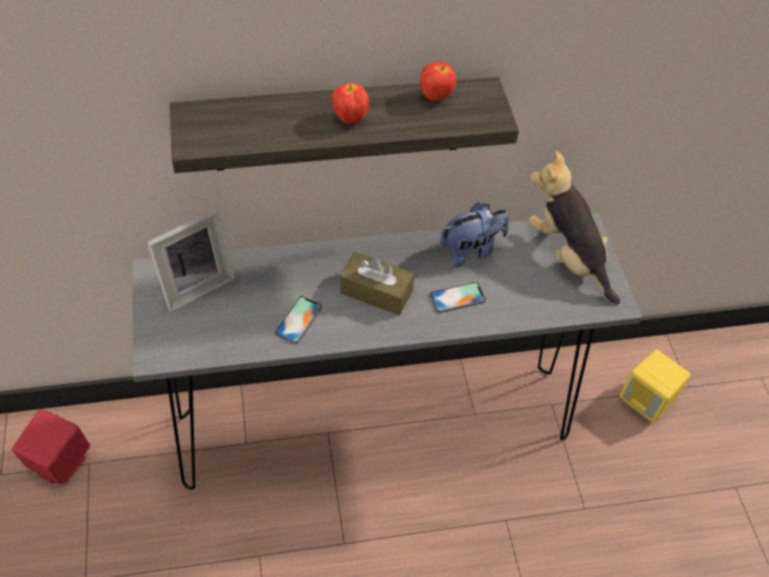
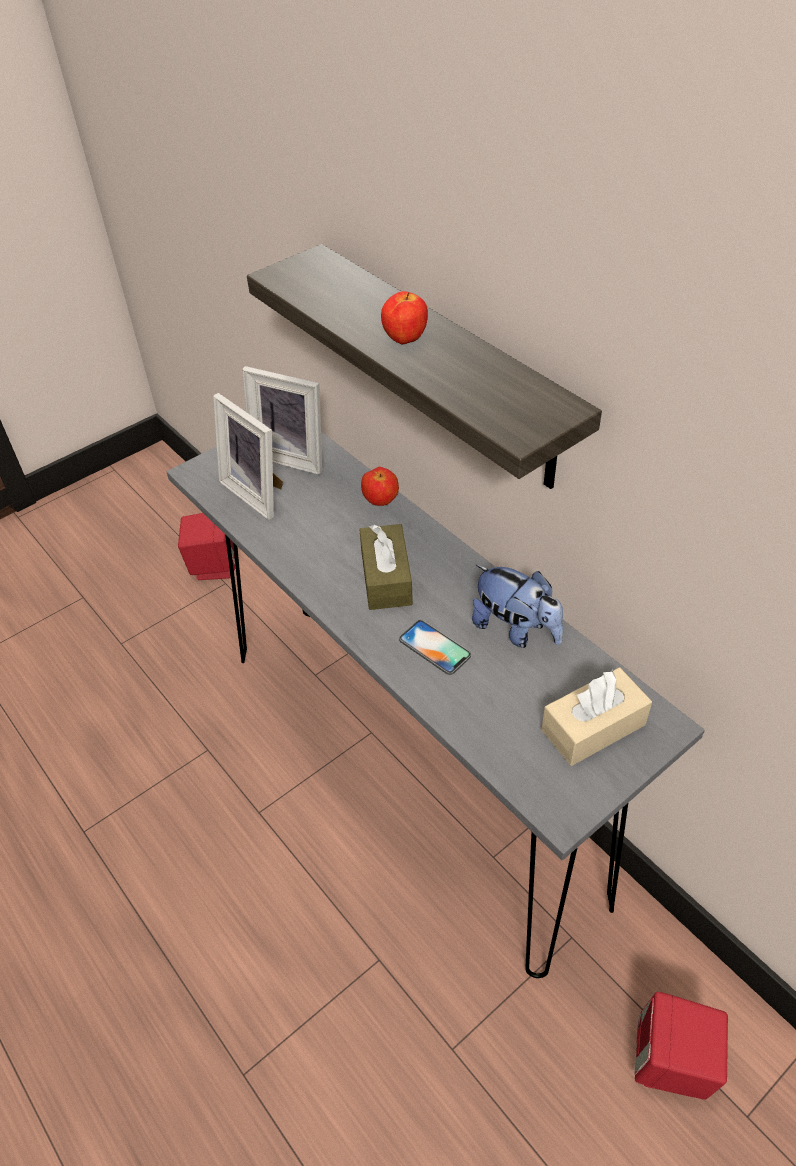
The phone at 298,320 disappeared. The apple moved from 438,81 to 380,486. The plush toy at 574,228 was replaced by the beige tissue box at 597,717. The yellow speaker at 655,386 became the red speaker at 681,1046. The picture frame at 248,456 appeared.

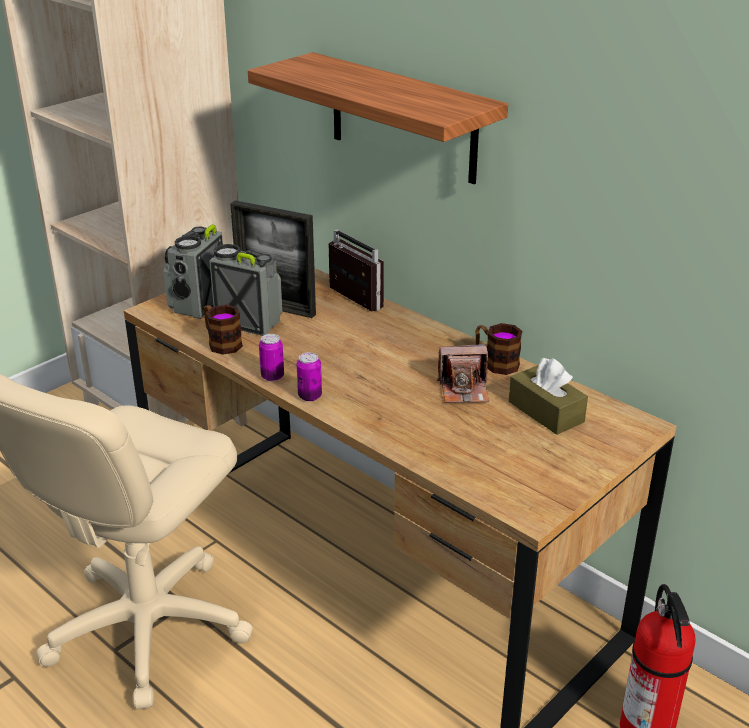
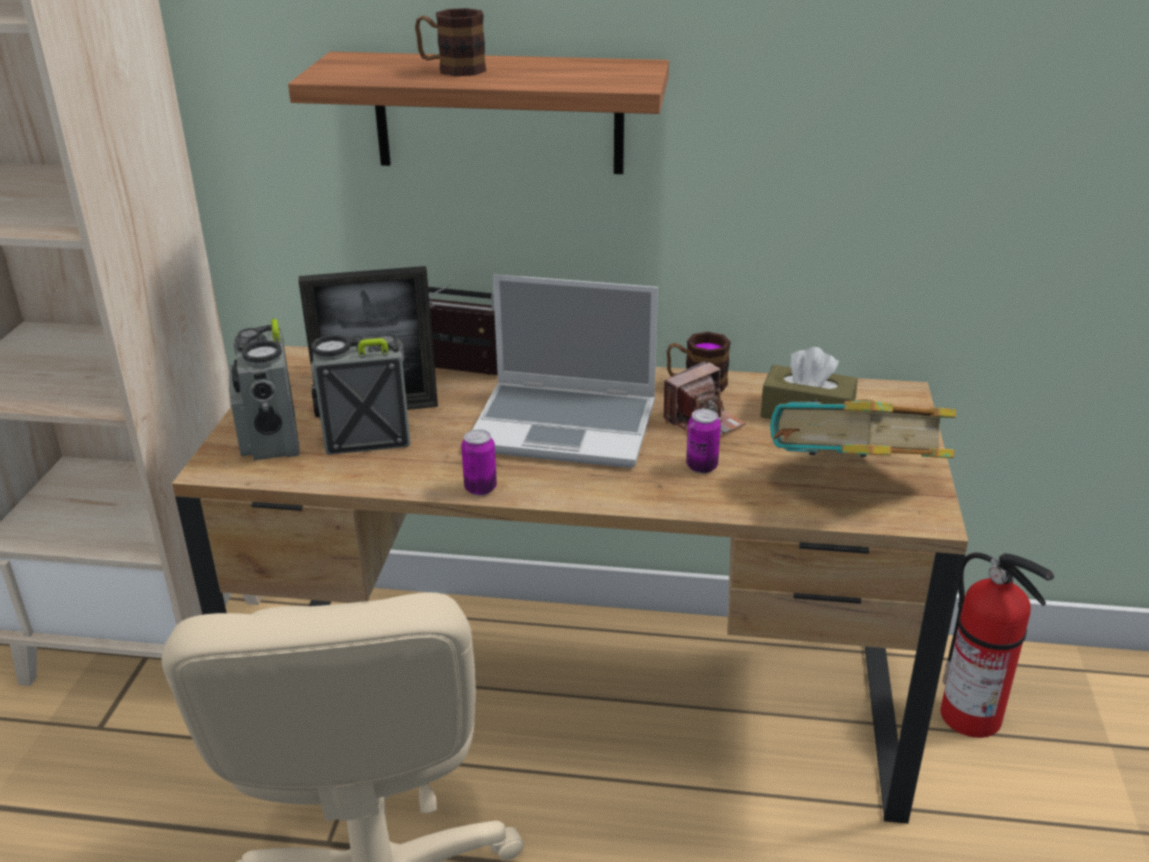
The mug moved from 223,330 to 450,42. The can moved from 309,376 to 703,441. The laptop at 565,371 appeared. The book at 863,428 appeared.

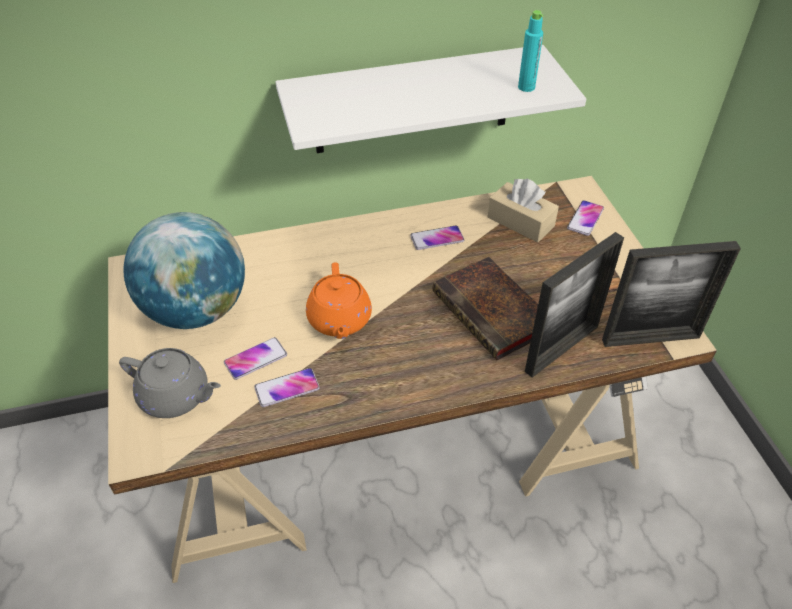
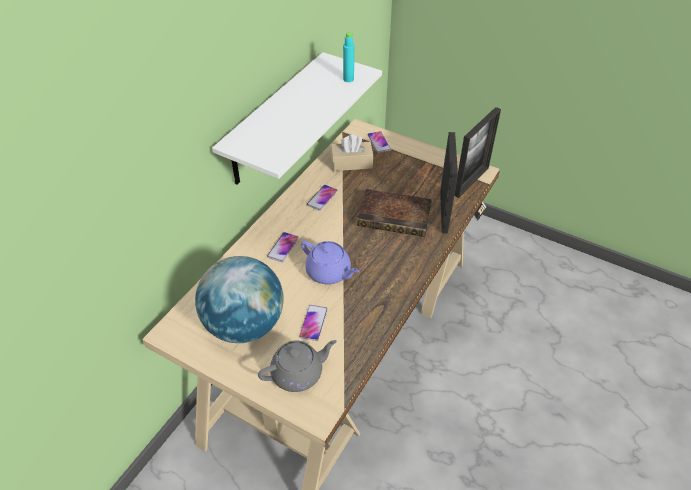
The phone moved from 287,387 to 283,247. The orange teapot at 339,300 became the purple teapot at 330,262.

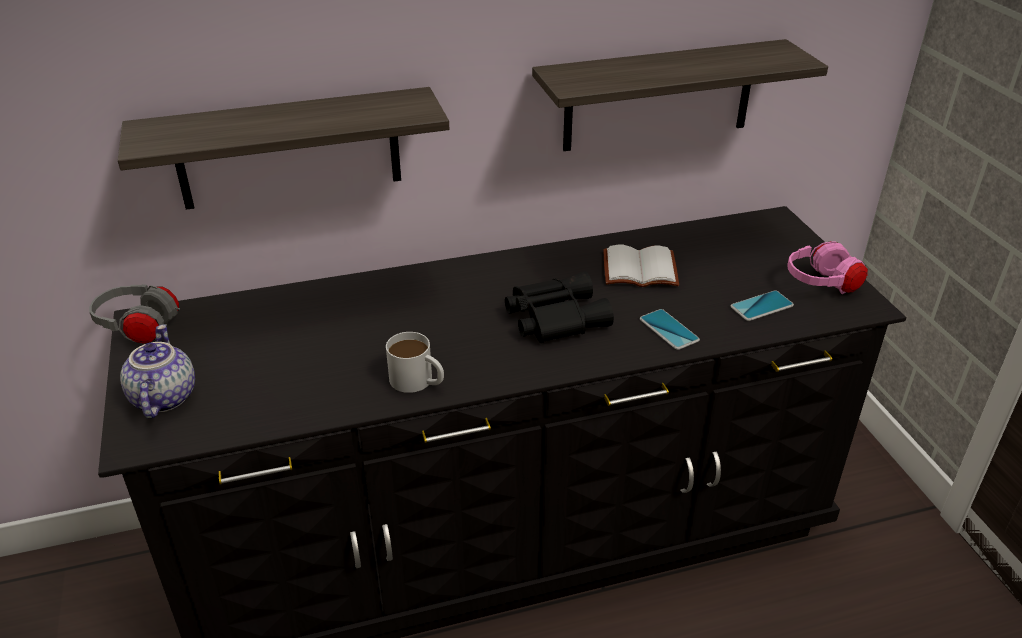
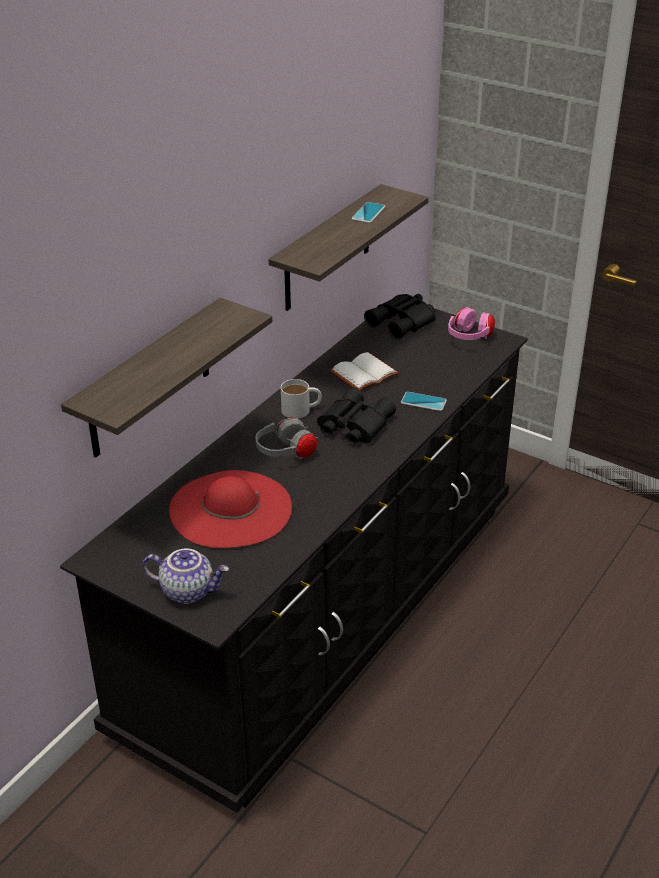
The grey headphones moved from 134,313 to 286,438. The teapot at 157,372 turned 150 degrees clockwise. The white mug moved from 415,362 to 301,399. The phone moved from 762,305 to 368,212. The red hat at 230,509 appeared. The black binoculars at 400,317 appeared.

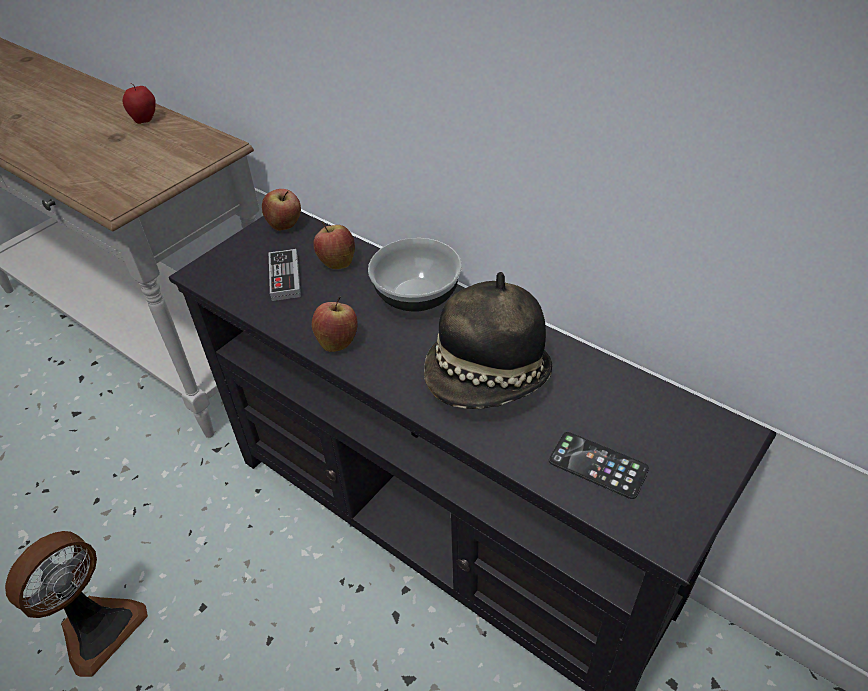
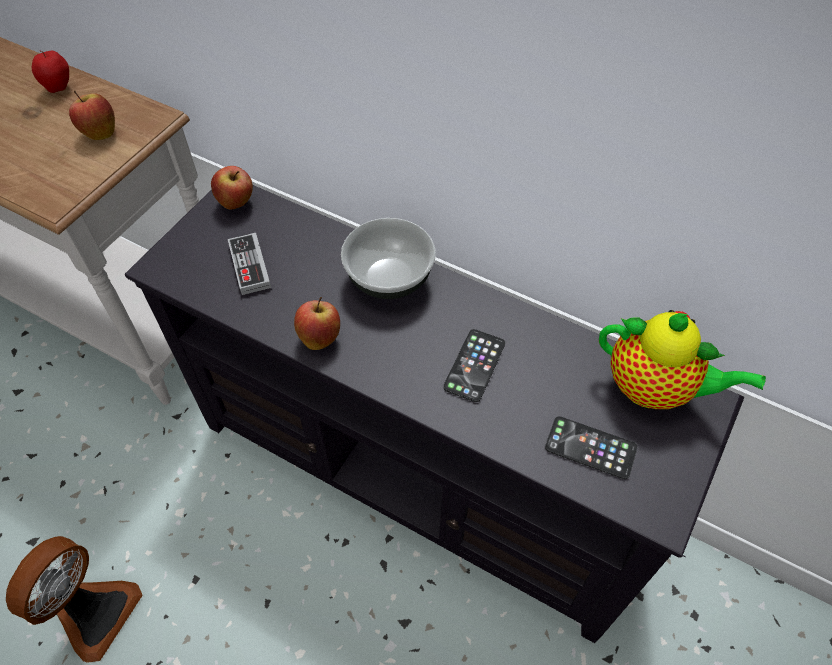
The apple moved from 334,245 to 92,115. The hat at 488,340 was replaced by the phone at 474,365. The teapot at 682,359 appeared.

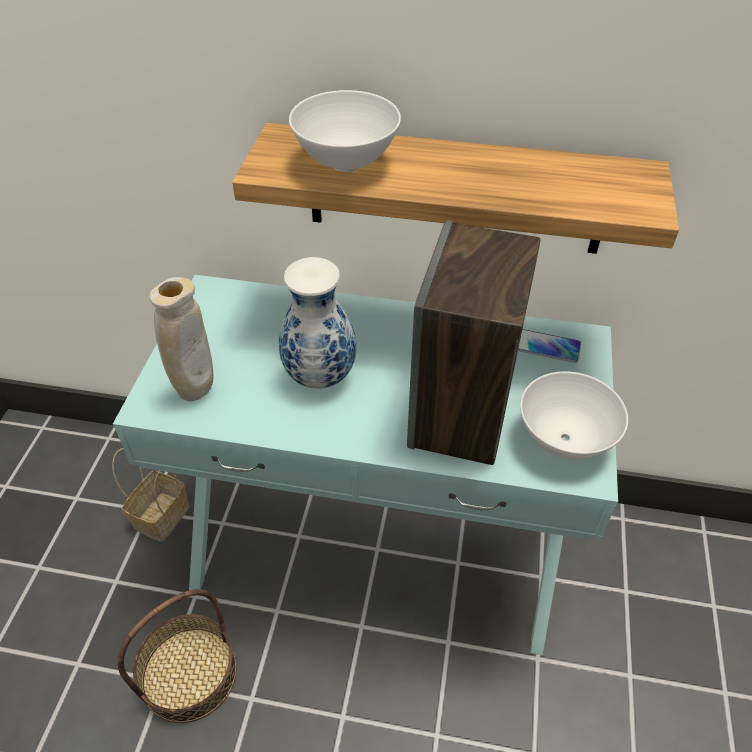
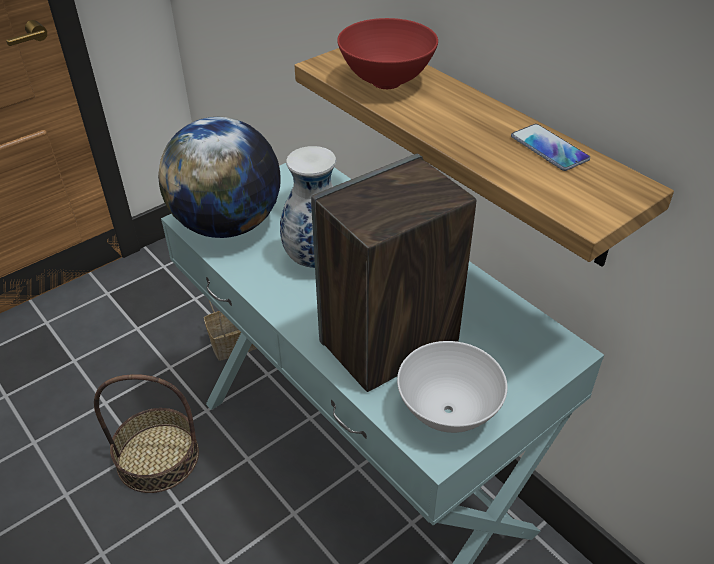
The beige vase at 181,339 was replaced by the globe at 219,177. The white bowl at 345,131 became the red bowl at 387,53. The phone moved from 549,346 to 550,147.

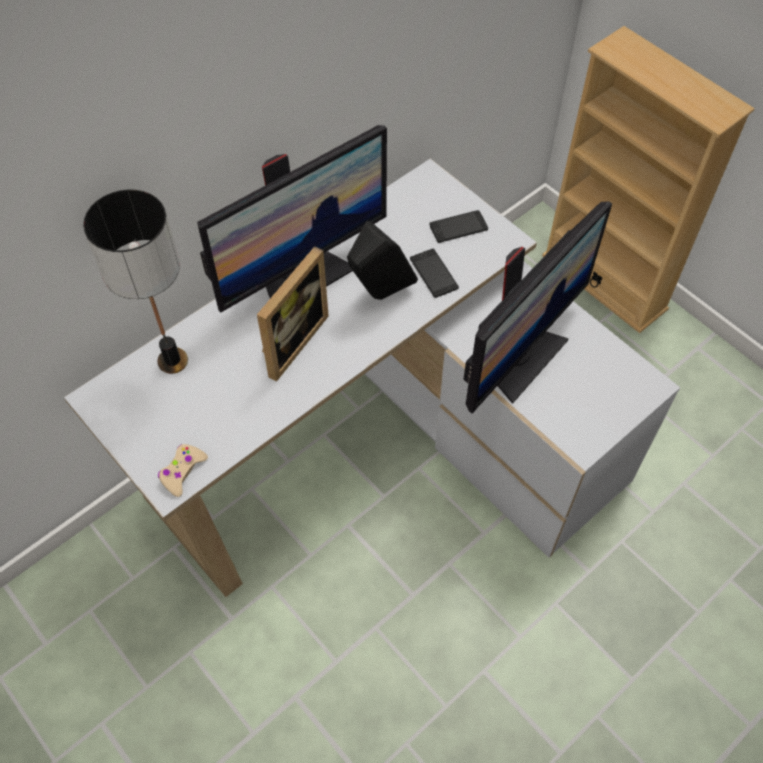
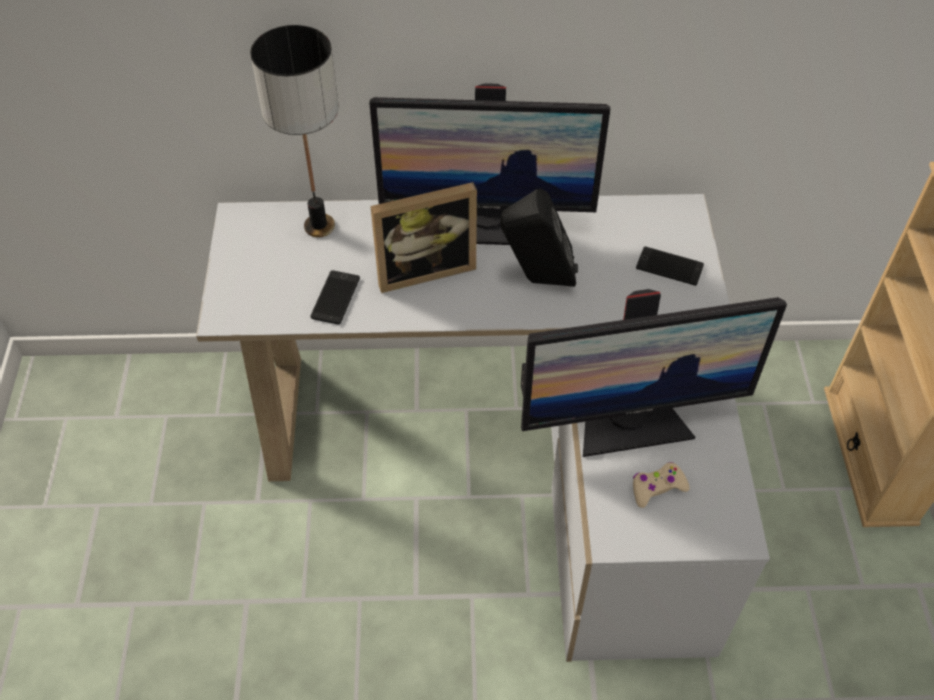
The beige game controller moved from 183,470 to 661,485. The phone moved from 434,273 to 335,297.

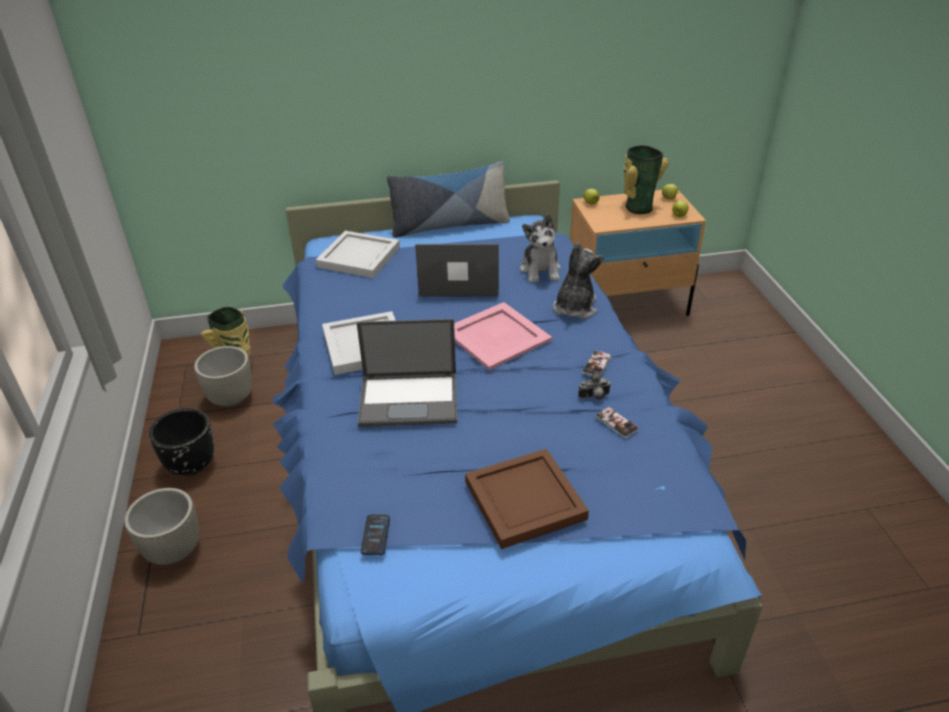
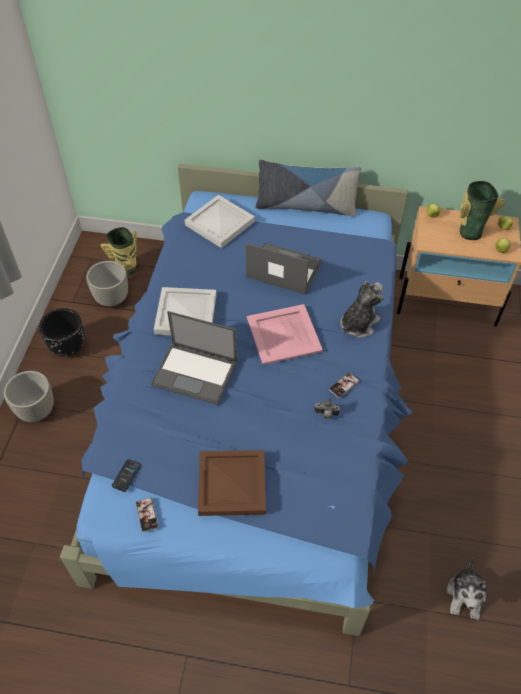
The plush toy moved from 540,248 to 467,588. The phone moved from 617,422 to 147,515.

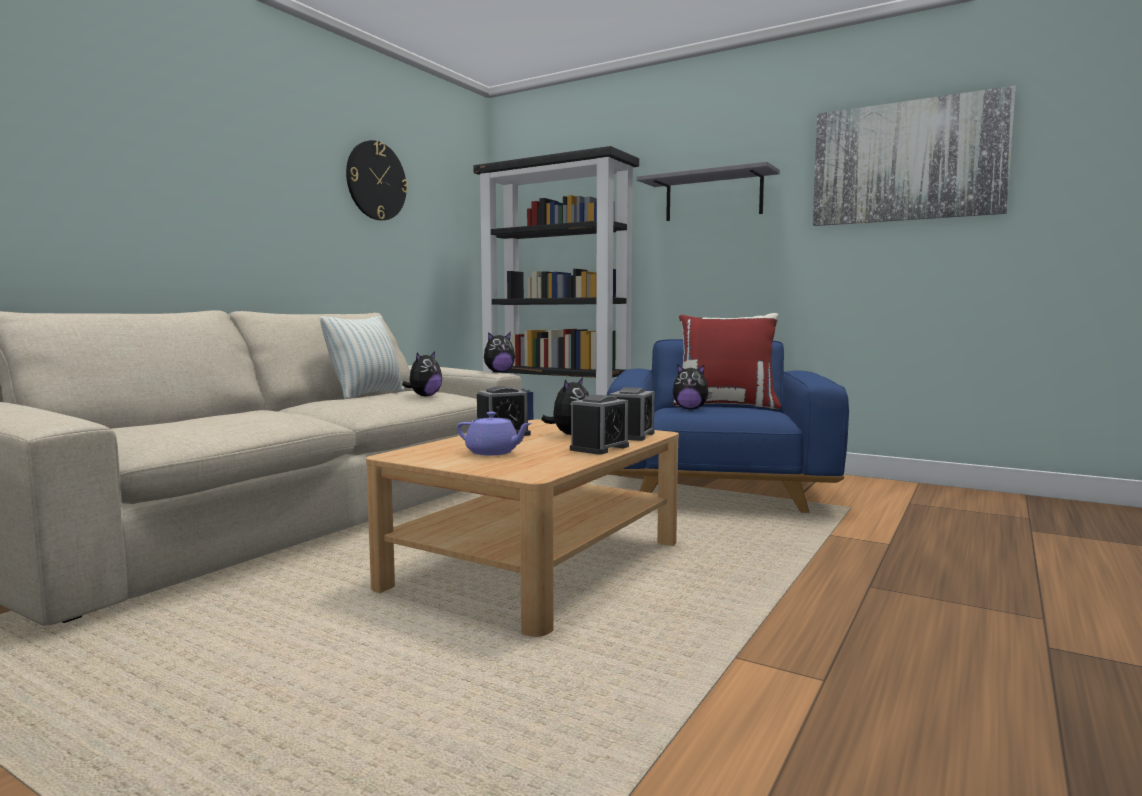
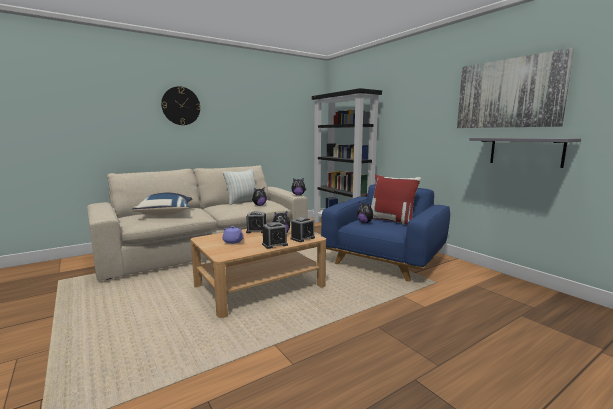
The wall clock moved from 377,180 to 180,105. The grey shelf moved from 708,191 to 525,153. The blue pillow at 162,204 appeared.

